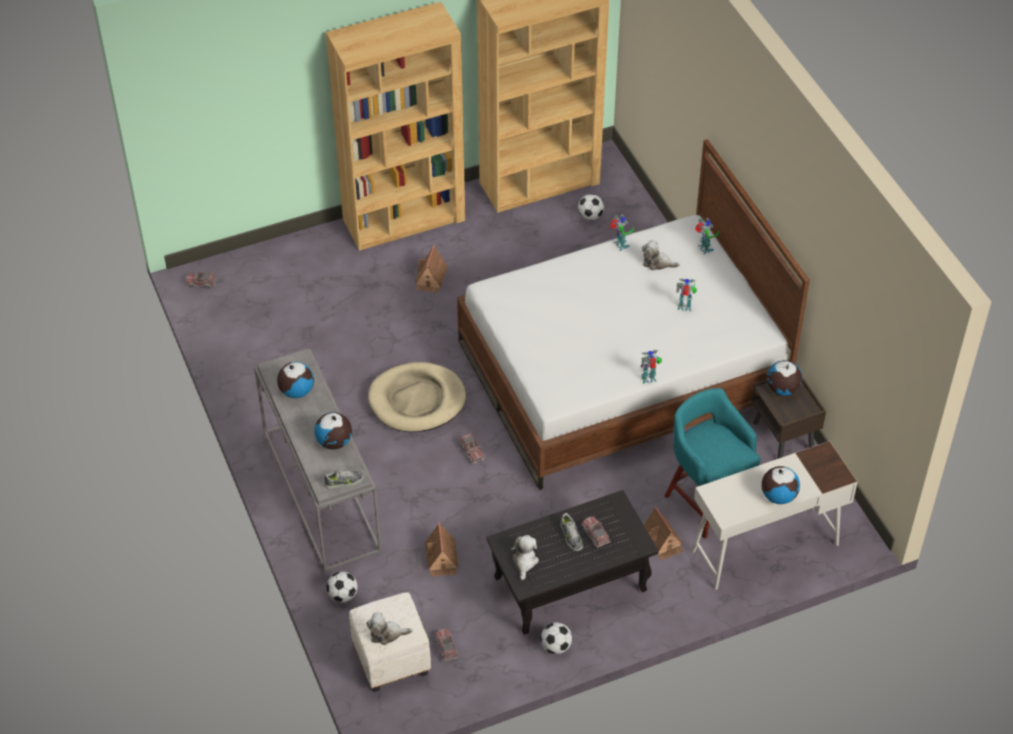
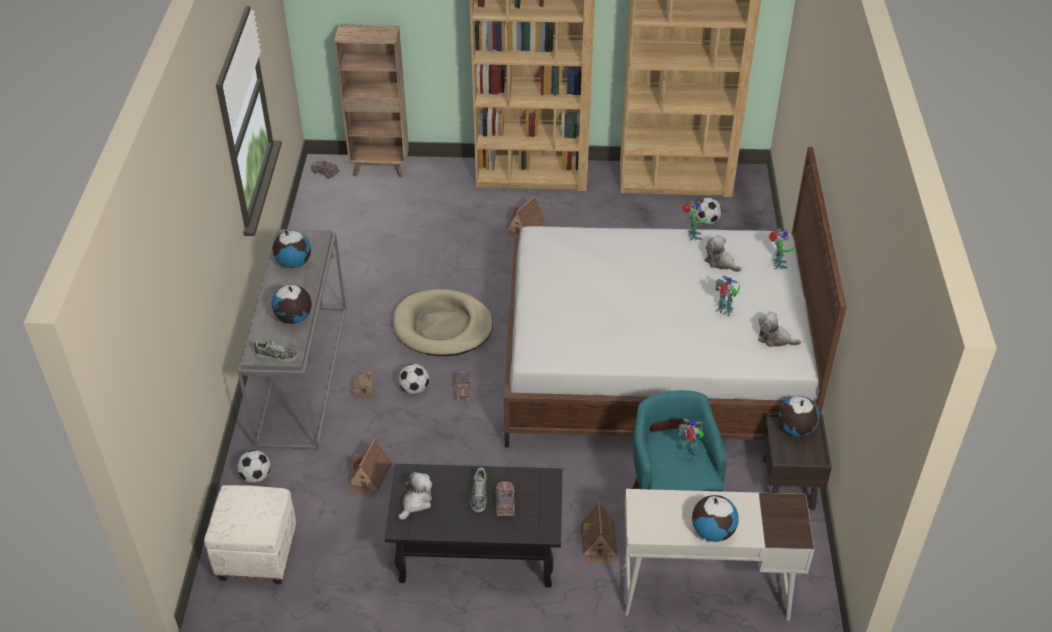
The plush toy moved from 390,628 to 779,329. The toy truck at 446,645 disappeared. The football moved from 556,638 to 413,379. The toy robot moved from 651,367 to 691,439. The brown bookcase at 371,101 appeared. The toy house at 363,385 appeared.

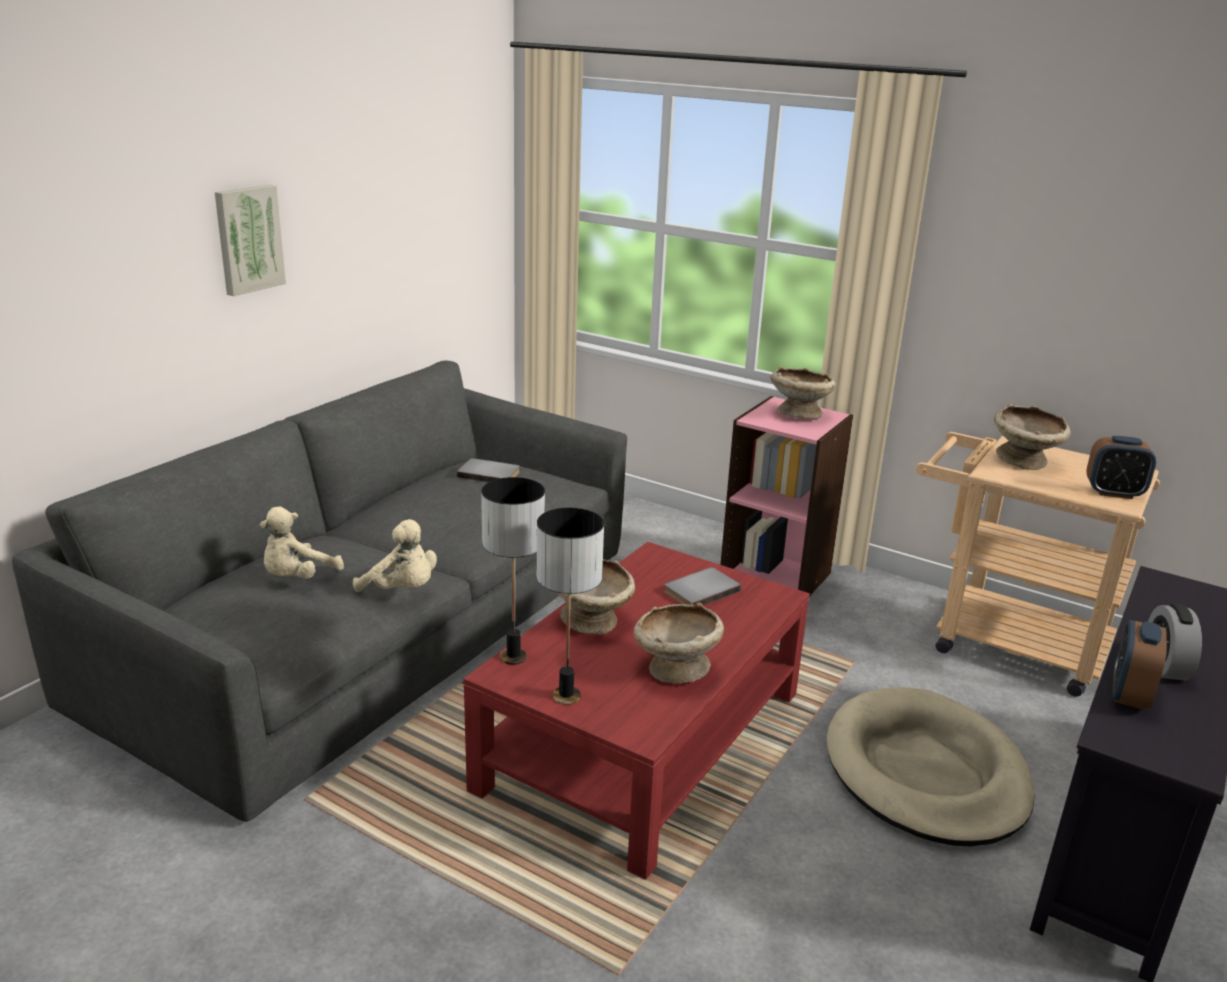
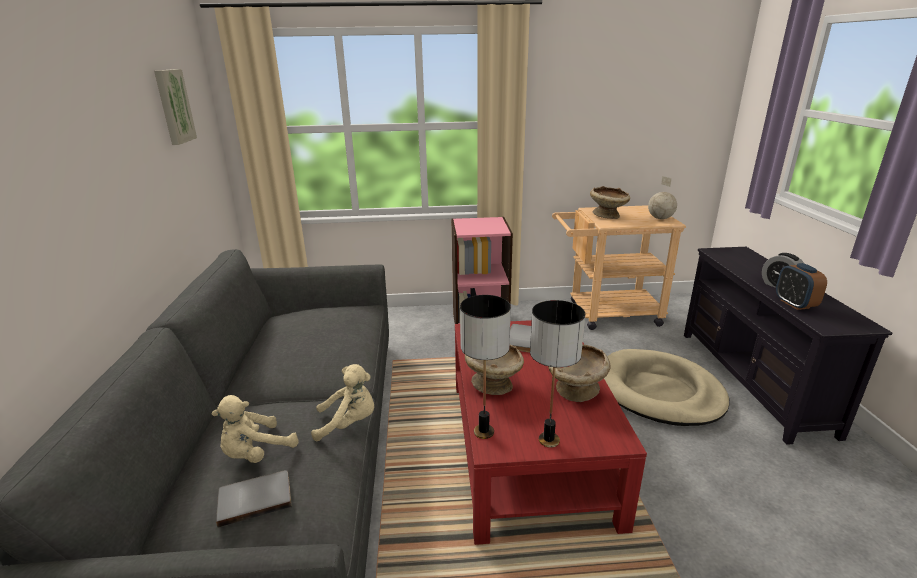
The picture moved from 250,240 to 175,107. The beige plush toy at 302,542 turned 45 degrees clockwise. The grey book moved from 488,470 to 254,498. The beige bowl at 803,392 disappeared. The alarm clock at 1121,467 was replaced by the globe at 662,197.

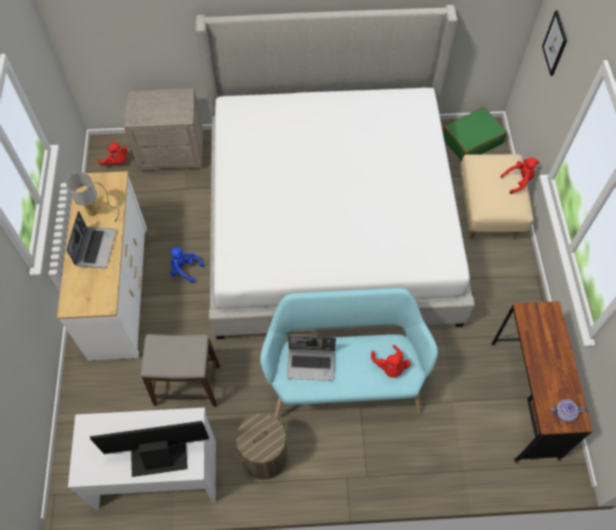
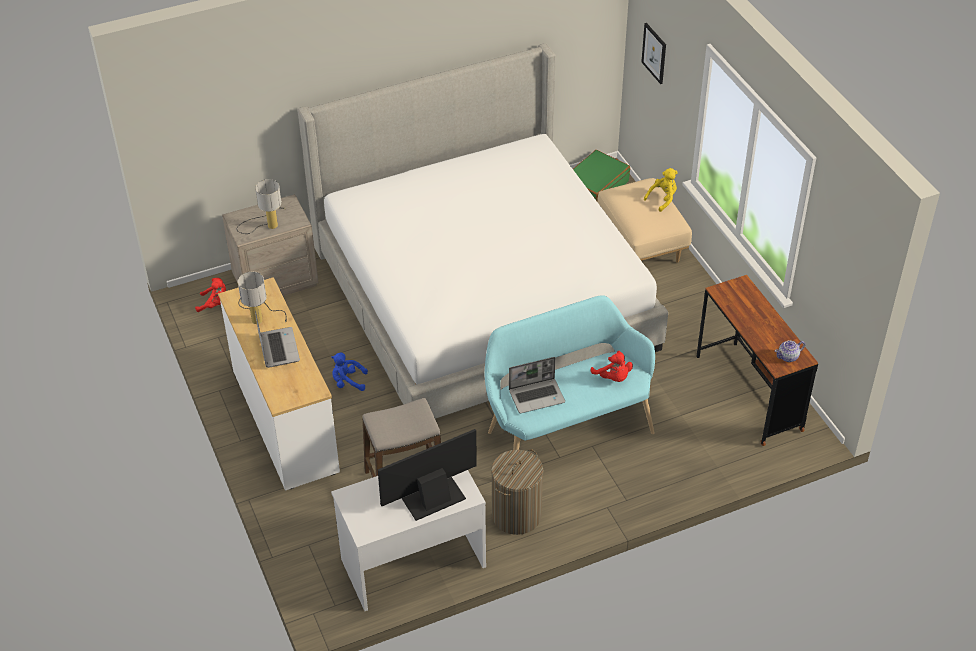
The red plush toy at 519,175 became the yellow plush toy at 661,190. The table lamp at 261,206 appeared.

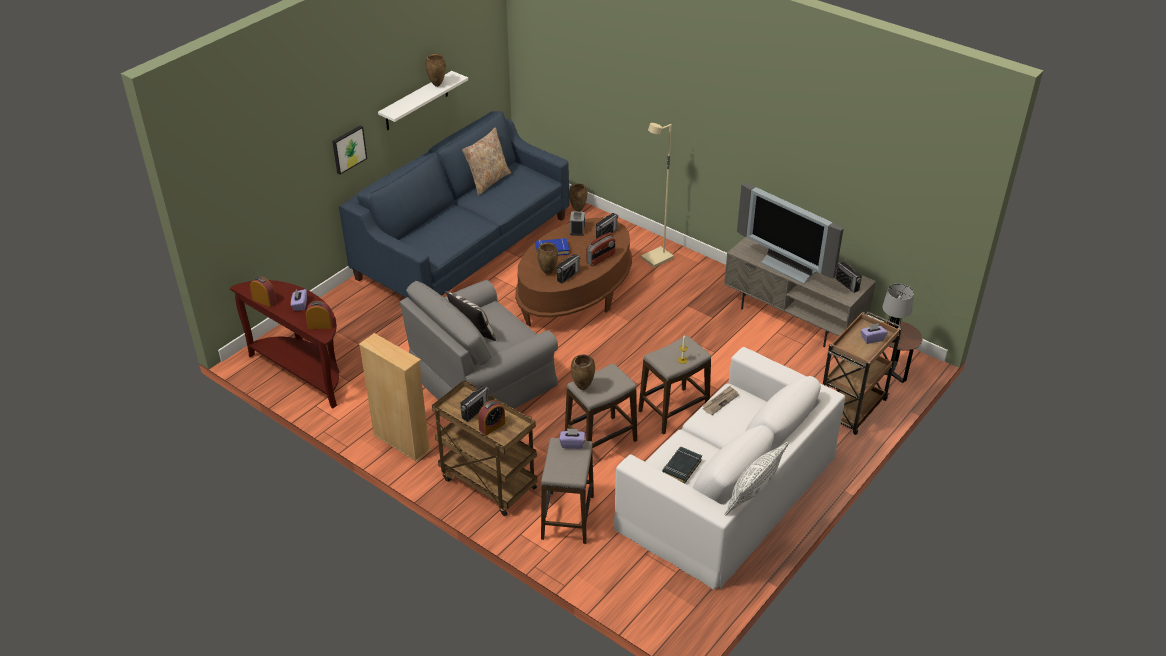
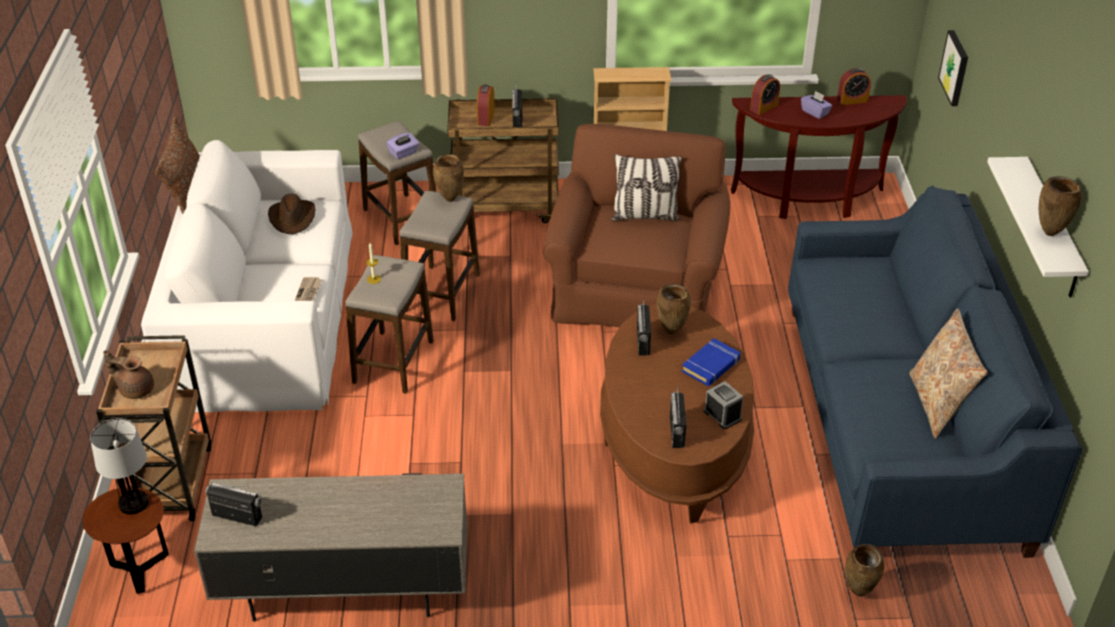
The picture moved from 349,150 to 953,68. The grey armchair at 479,344 became the brown armchair at 636,225. The radio at 601,249 disappeared. The beige floor lamp at 657,195 disappeared. The black book at 682,465 was replaced by the brown hat at 292,214. The white pillow at 756,478 became the brown pillow at 177,165. The television at 790,233 disappeared. The purple tissue box at 874,333 was replaced by the brown teapot at 128,374.

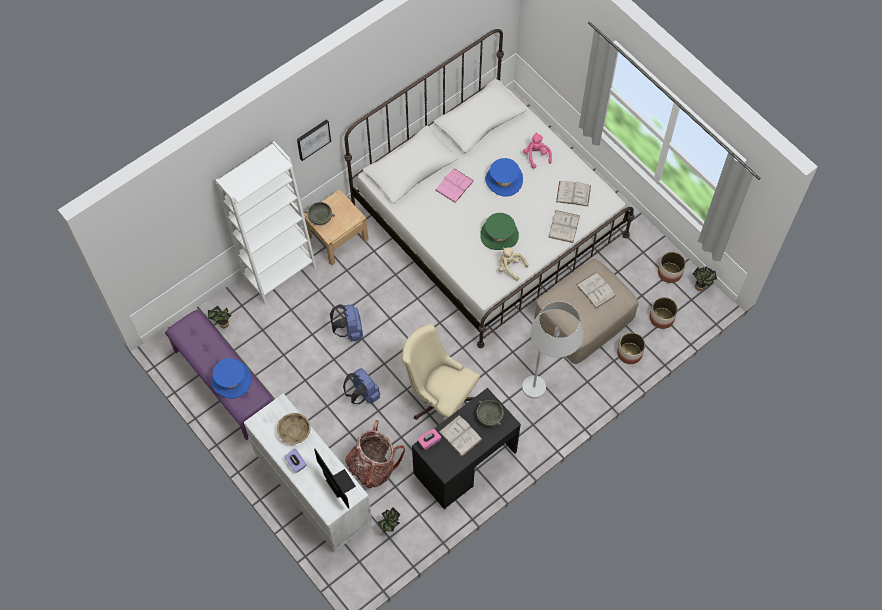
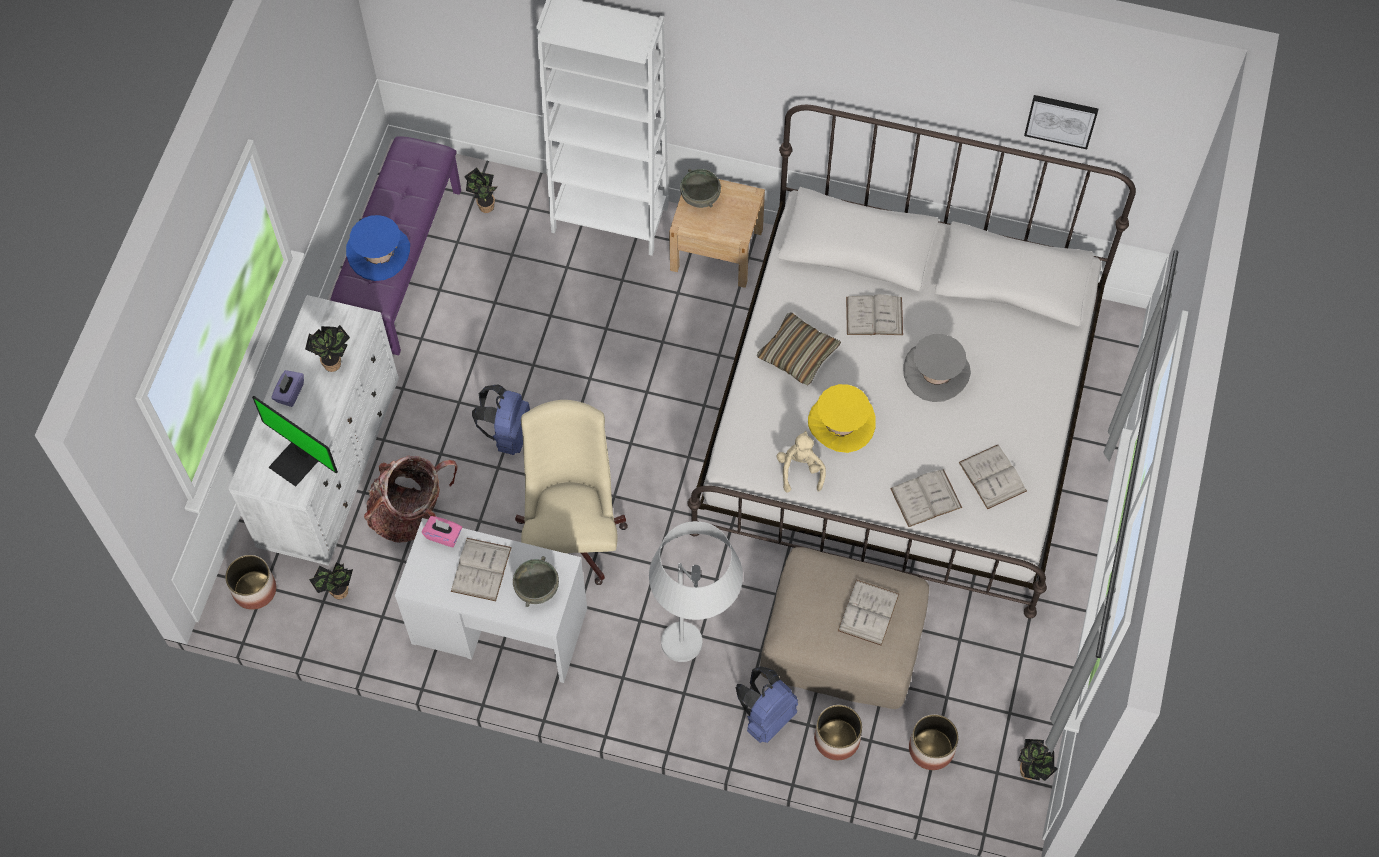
The beige bowl at 294,428 was replaced by the potted plant at 327,348. The picture moved from 314,140 to 1061,122. The monitor at 335,479 turned 105 degrees clockwise. The blue backpack moved from 346,322 to 767,704. The black desk at 466,449 became the white desk at 491,600. The pink book at 454,185 became the white book at 874,314. The green hat at 499,231 became the yellow hat at 842,418. The blue hat at 504,177 became the grey hat at 937,368. The pink plush toy at 537,151 disappeared. The planter moved from 671,267 to 250,582. The pillow at 799,348 appeared.

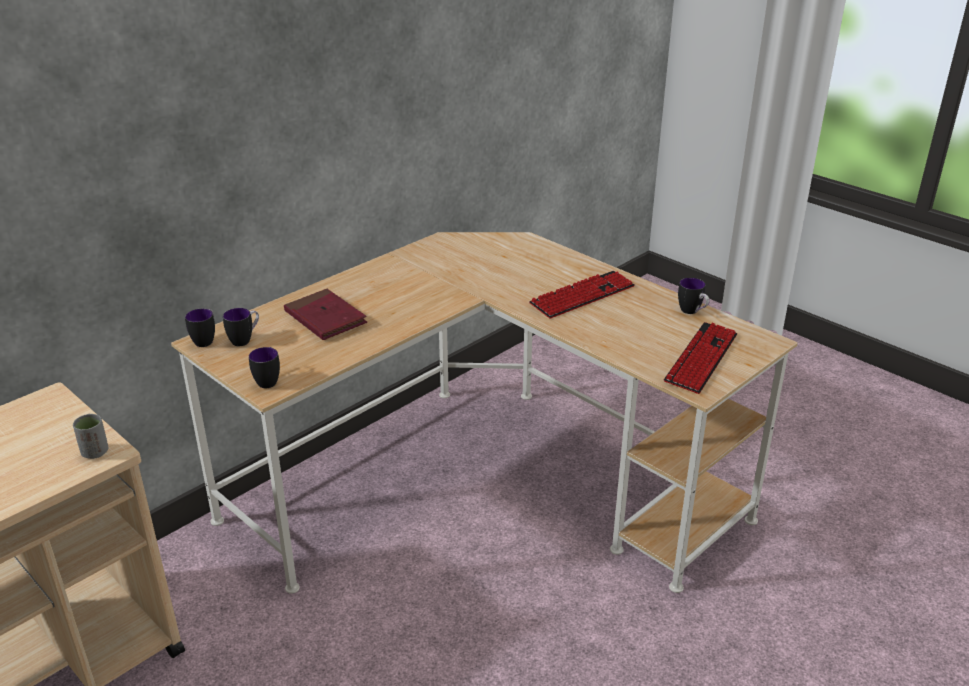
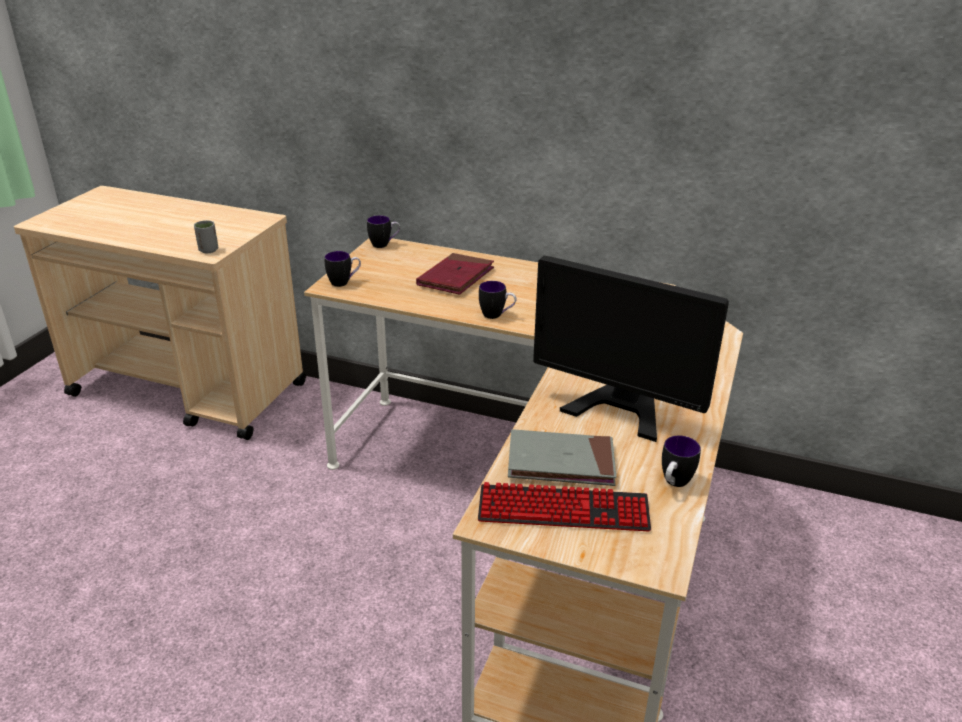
The mug moved from 241,327 to 497,300. The keyboard at 582,295 was replaced by the monitor at 631,349. The grey book at 562,457 appeared.

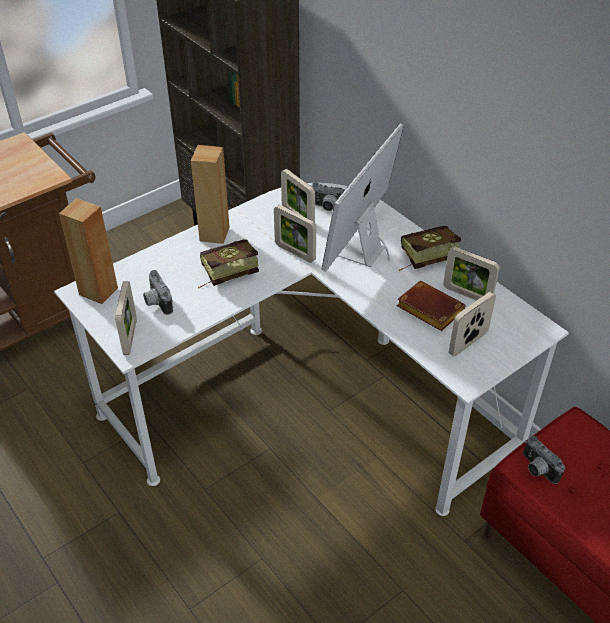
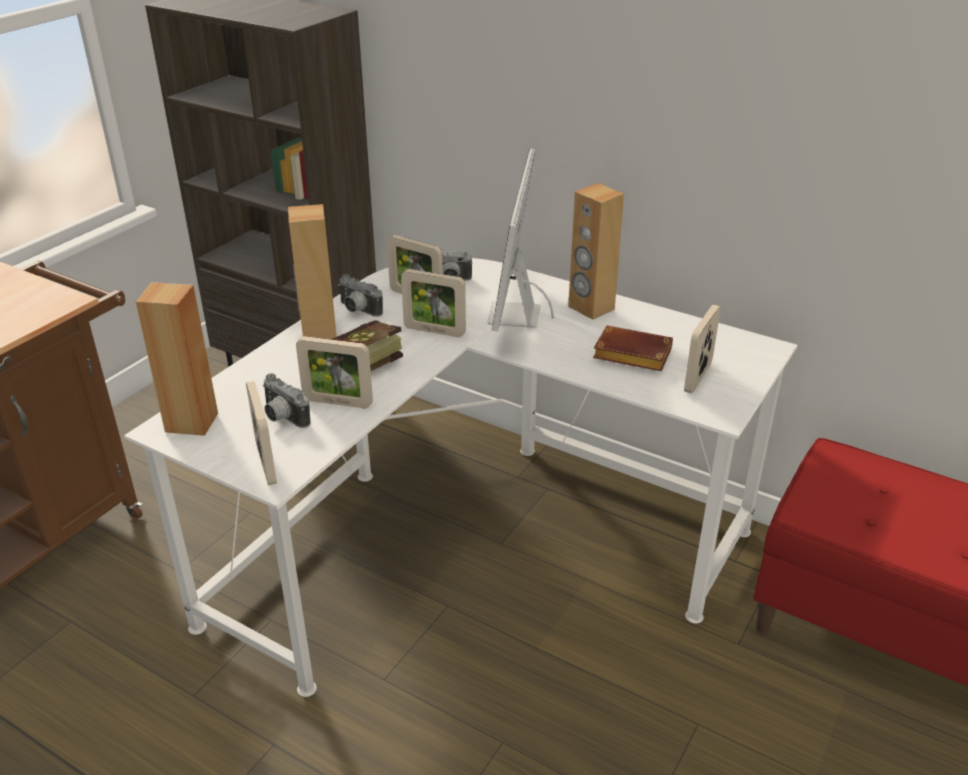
The book at 430,248 was replaced by the brown speaker at 596,251. The picture frame moved from 471,273 to 334,372. The photo camera moved from 544,460 to 360,295.

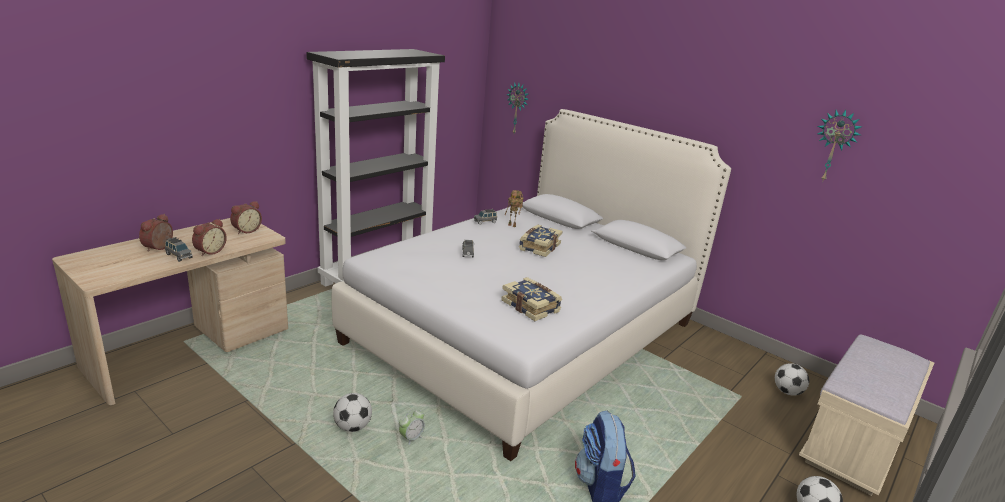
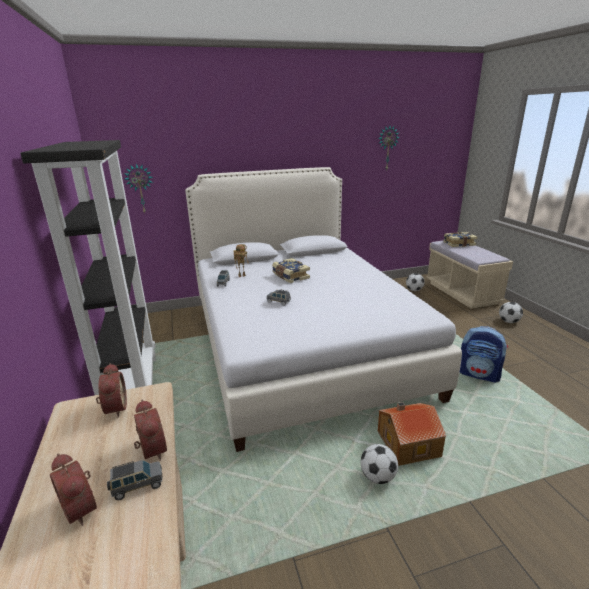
The alarm clock at 412,427 was replaced by the toy house at 412,434. The book moved from 531,299 to 460,239.

